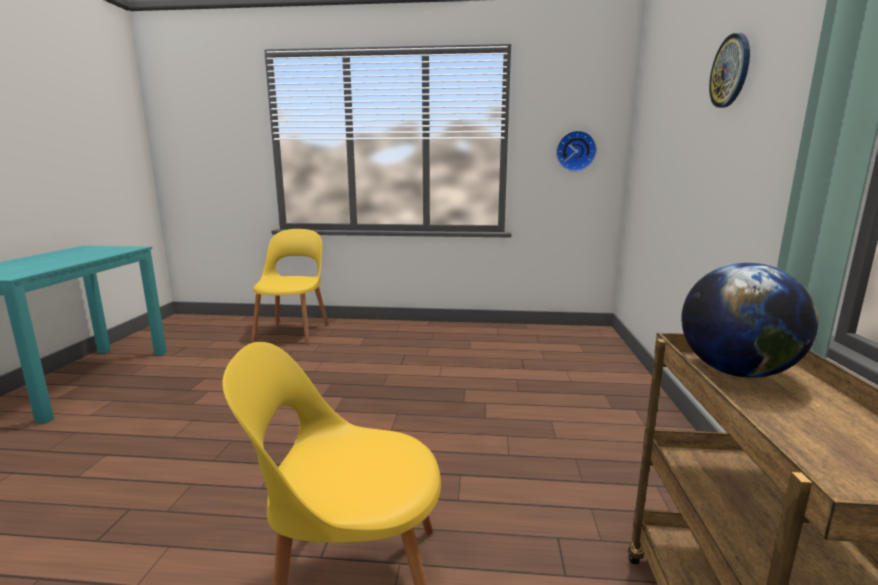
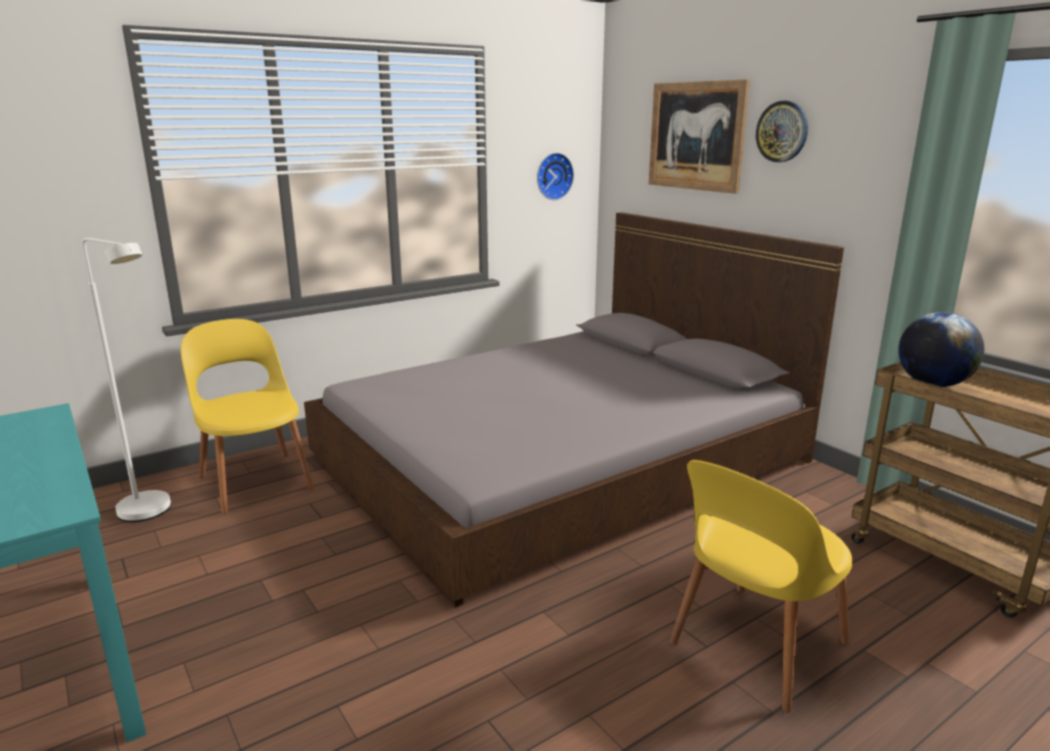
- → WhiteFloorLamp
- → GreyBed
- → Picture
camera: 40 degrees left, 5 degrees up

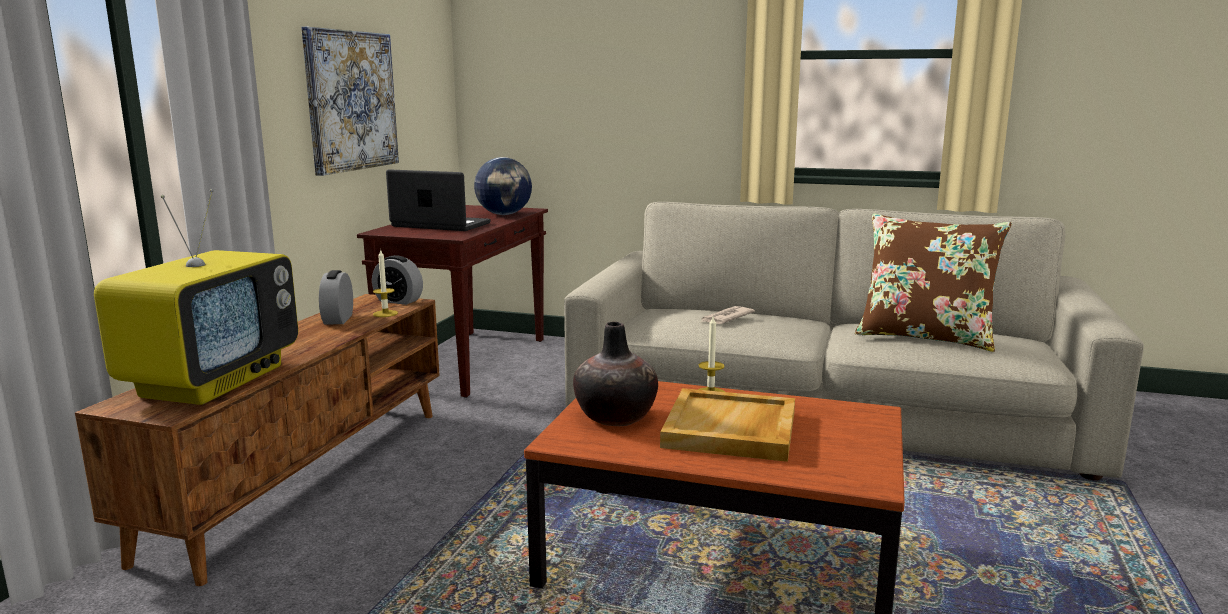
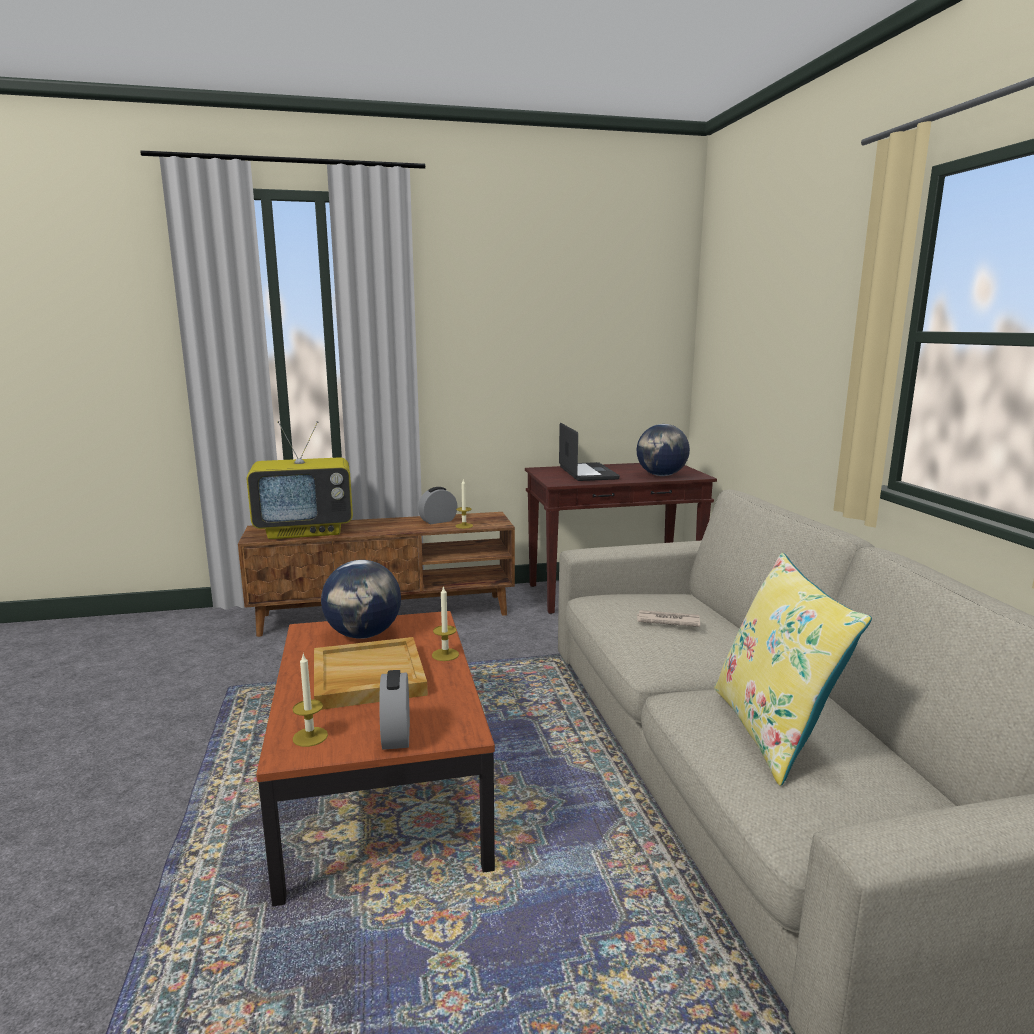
Picture → -
AlarmClock (no. 2 from left in the first image) → AlarmClock (no. 1 from left), relocated
Vase → Globe (no. 1 from left)
BrownPillow → YellowPillow
- → Candle (no. 1 from left)
camera: 60 degrees right, 0 degrees up

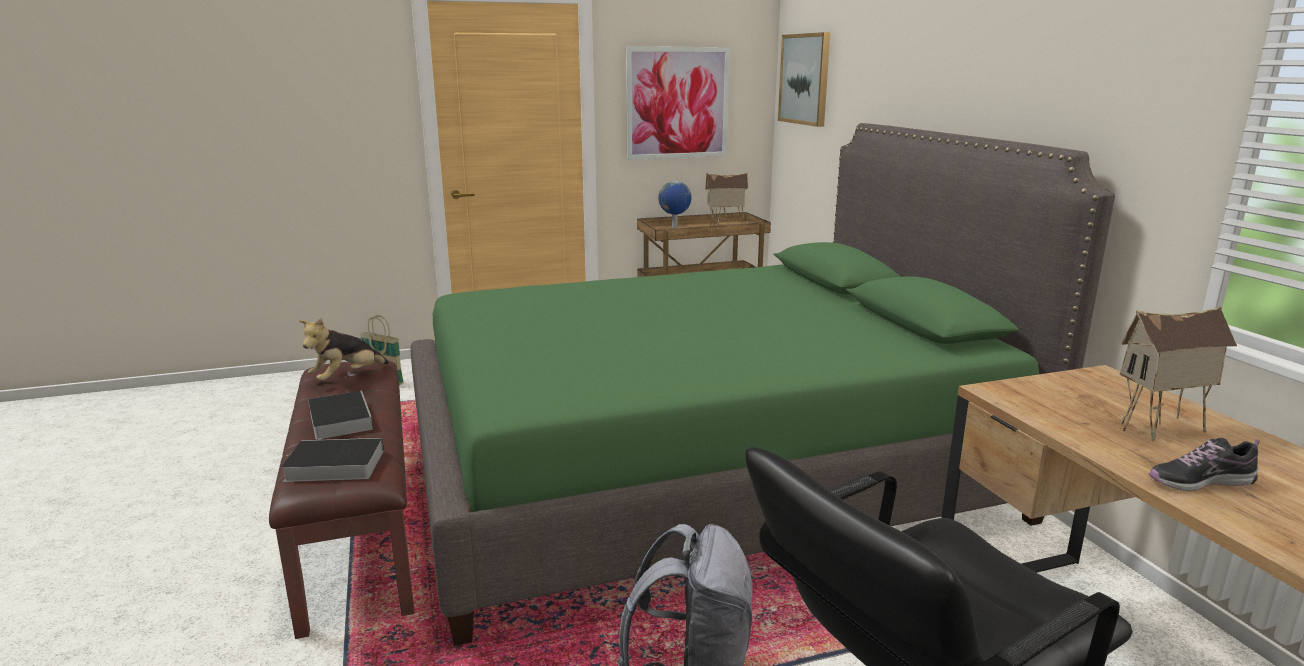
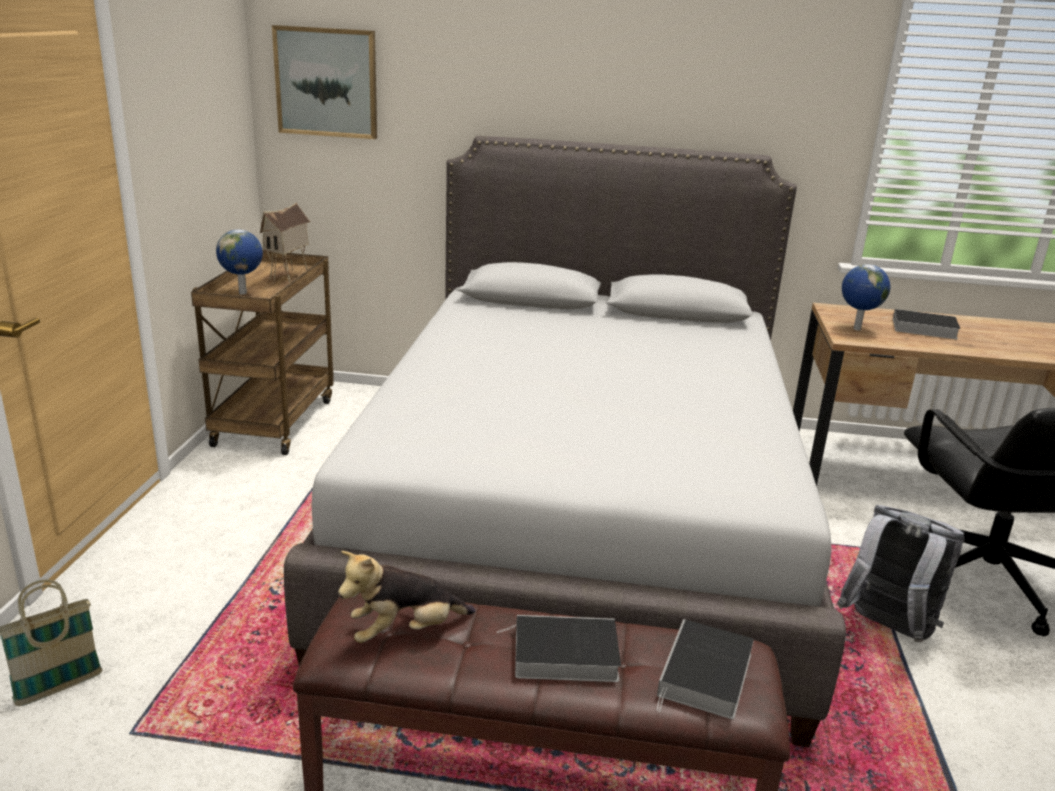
PlushToy, 90 degrees clockwise
GreenBed → GreyBed
Picture (no. 1 from left) → -
ToyHouse (no. 2 from left) → Book (no. 3 from left)
Shoe → -
- → Globe (no. 2 from left)
camera: 65 degrees left, 5 degrees up

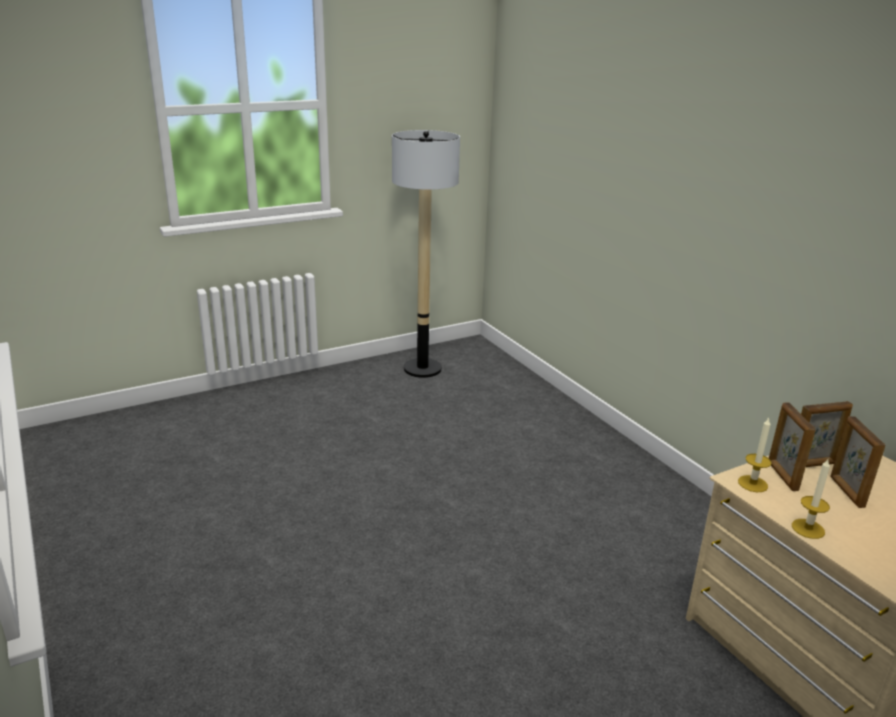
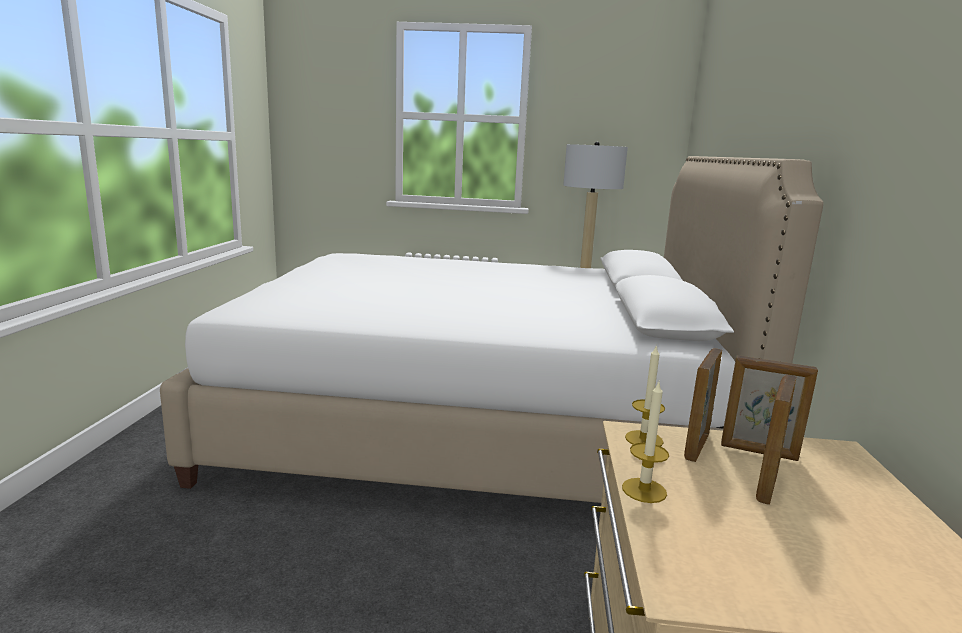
- → WhiteBed
camera: 35 degrees right, 10 degrees down

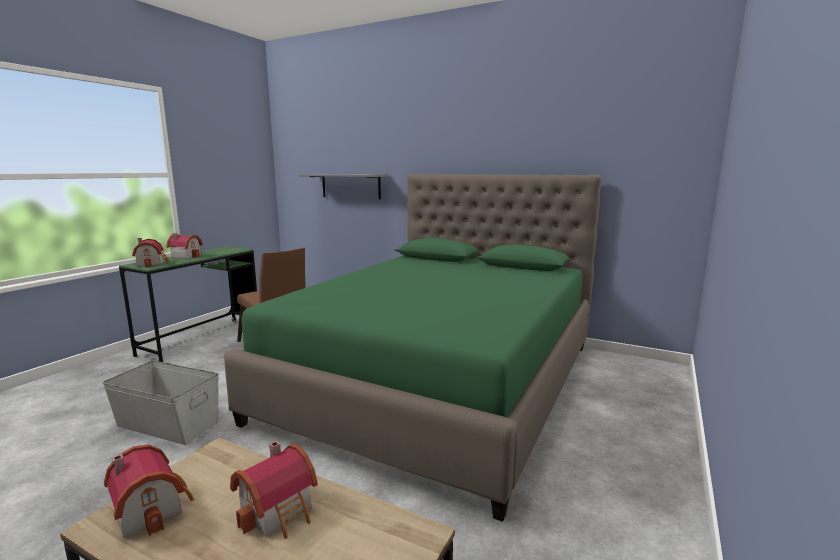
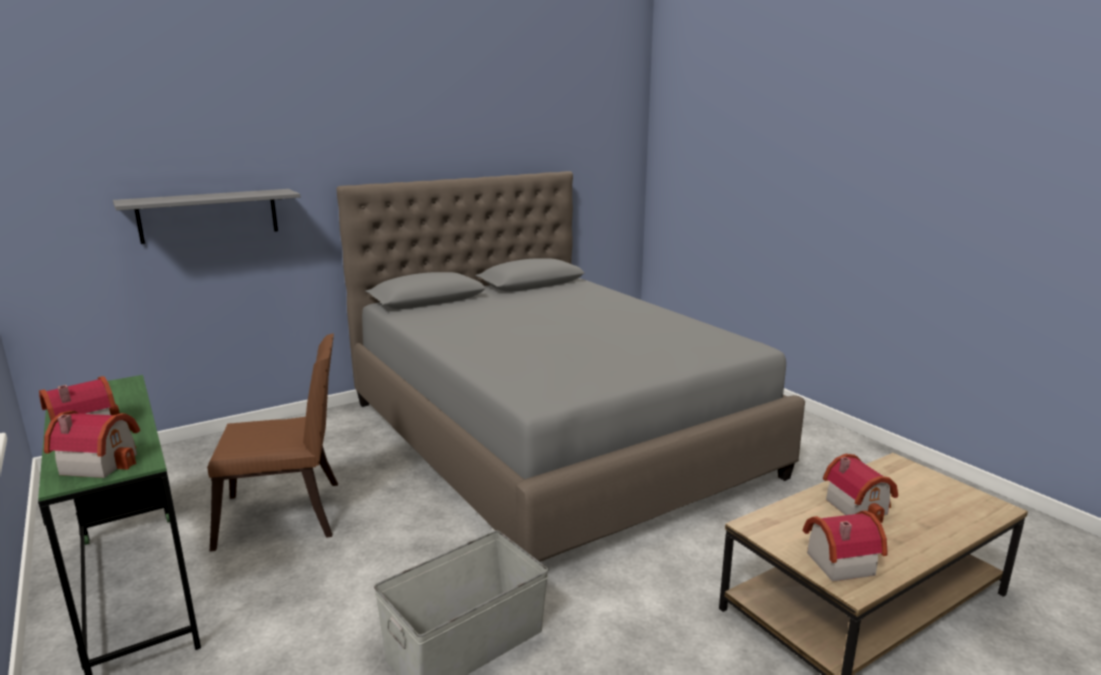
GreenBed → GreyBed
camera: 60 degrees left, 5 degrees up

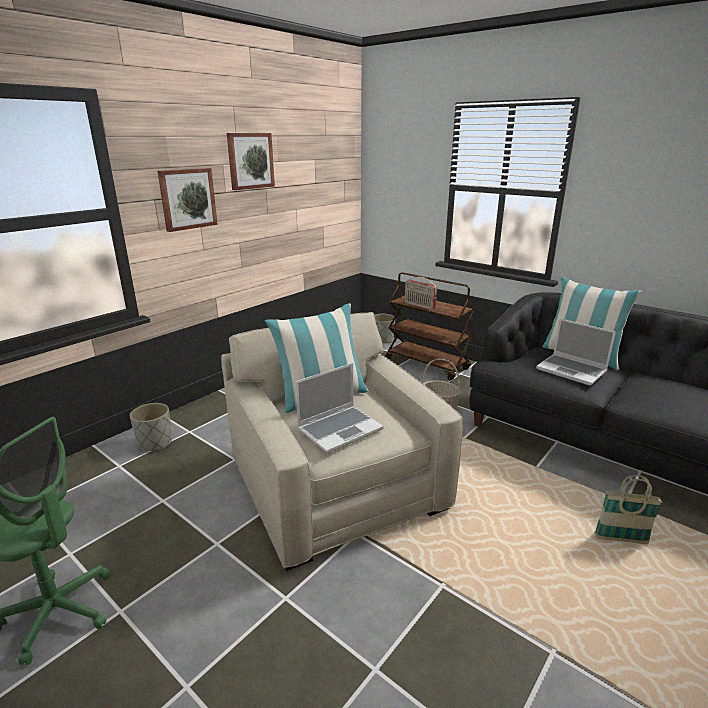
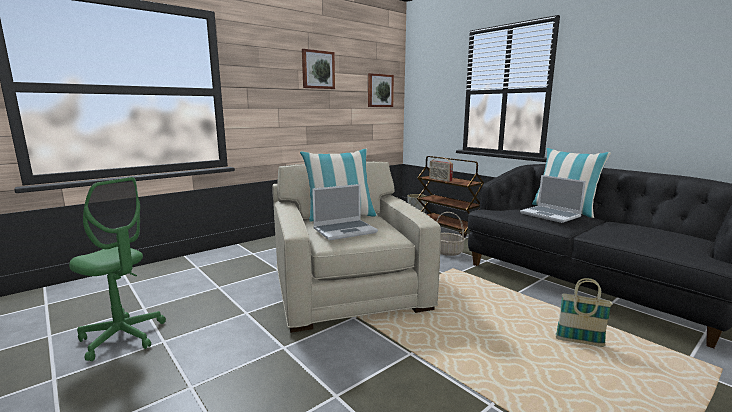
GreyPlanter (no. 1 from left) → -
Picture (no. 1 from left in the first image) → Picture (no. 2 from left), relocated
camera: 10 degrees right, 10 degrees down

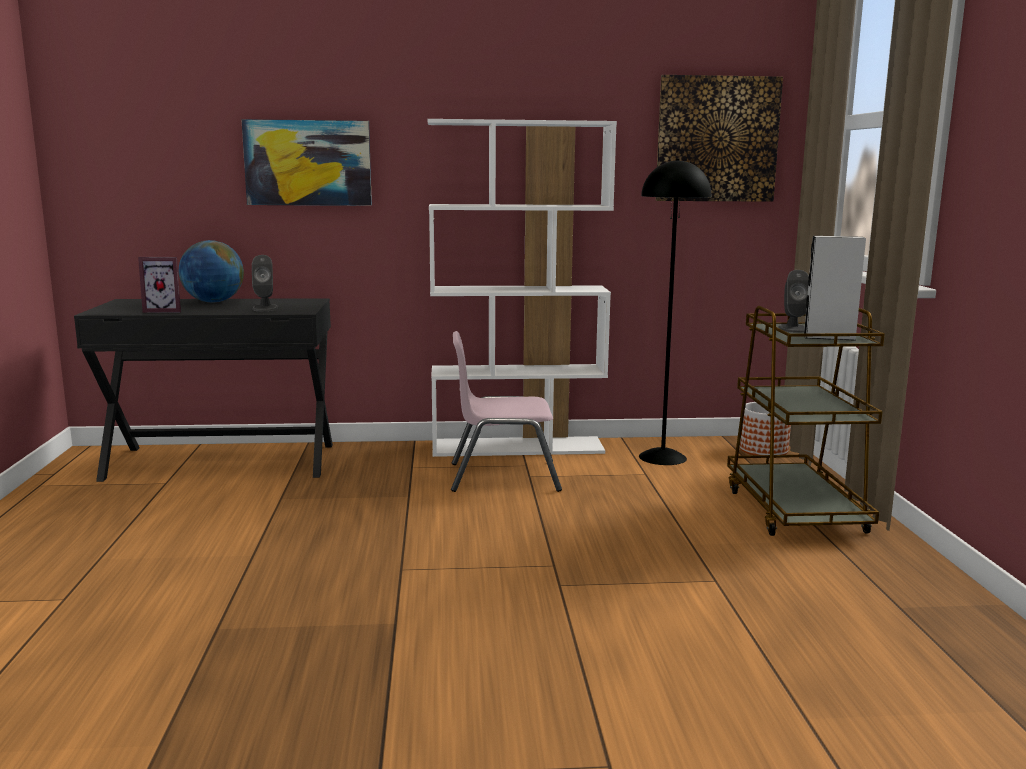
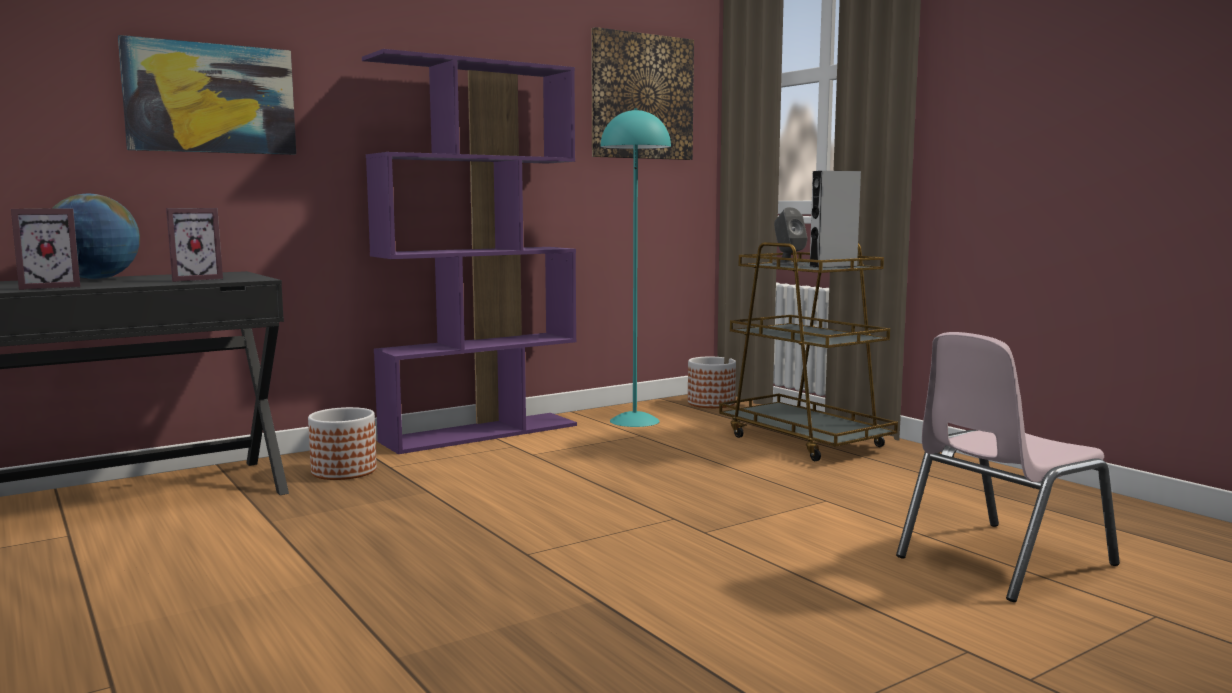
GreySpeaker (no. 1 from left) → PictureFrame (no. 2 from left)
WhiteBookcase → PurpleBookcase
PinkChair, relocated
BlackFloorLamp → TurquoiseFloorLamp
- → Planter (no. 1 from left)
camera: 30 degrees left, 5 degrees down

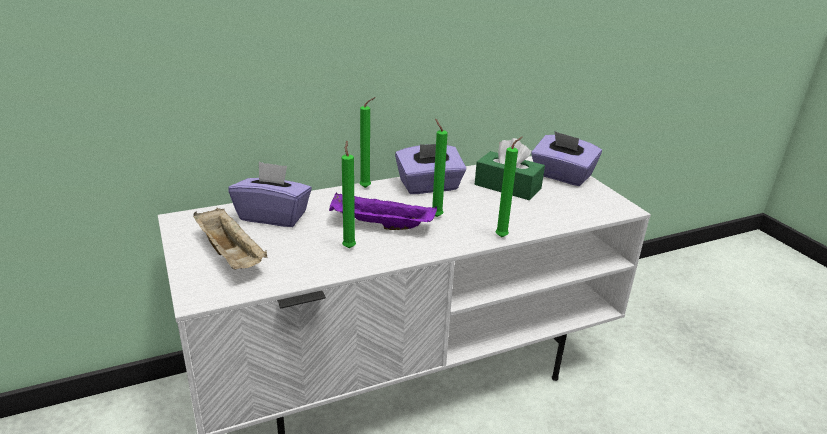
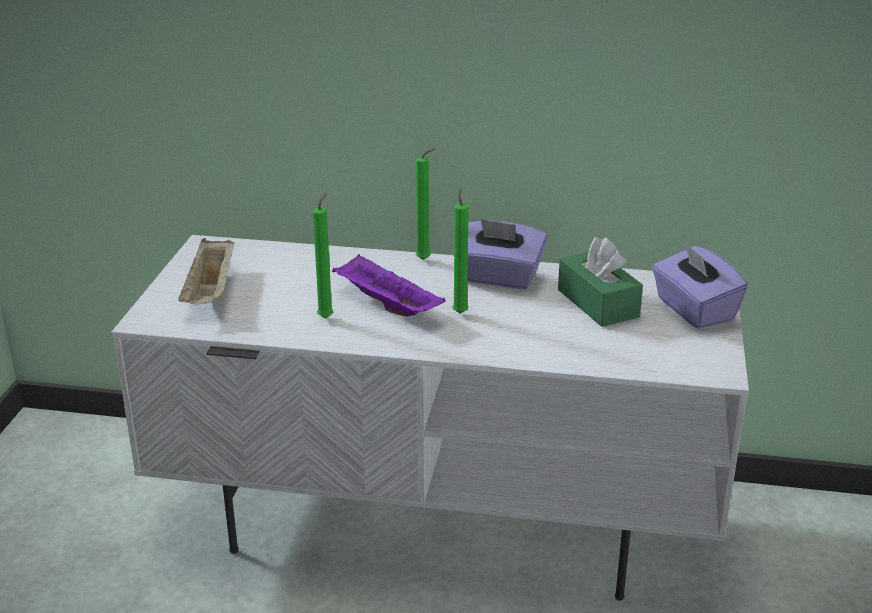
PurpleTissueBox (no. 1 from left) → -
GreenCandle (no. 4 from left) → -
camera: 35 degrees right, 0 degrees up

